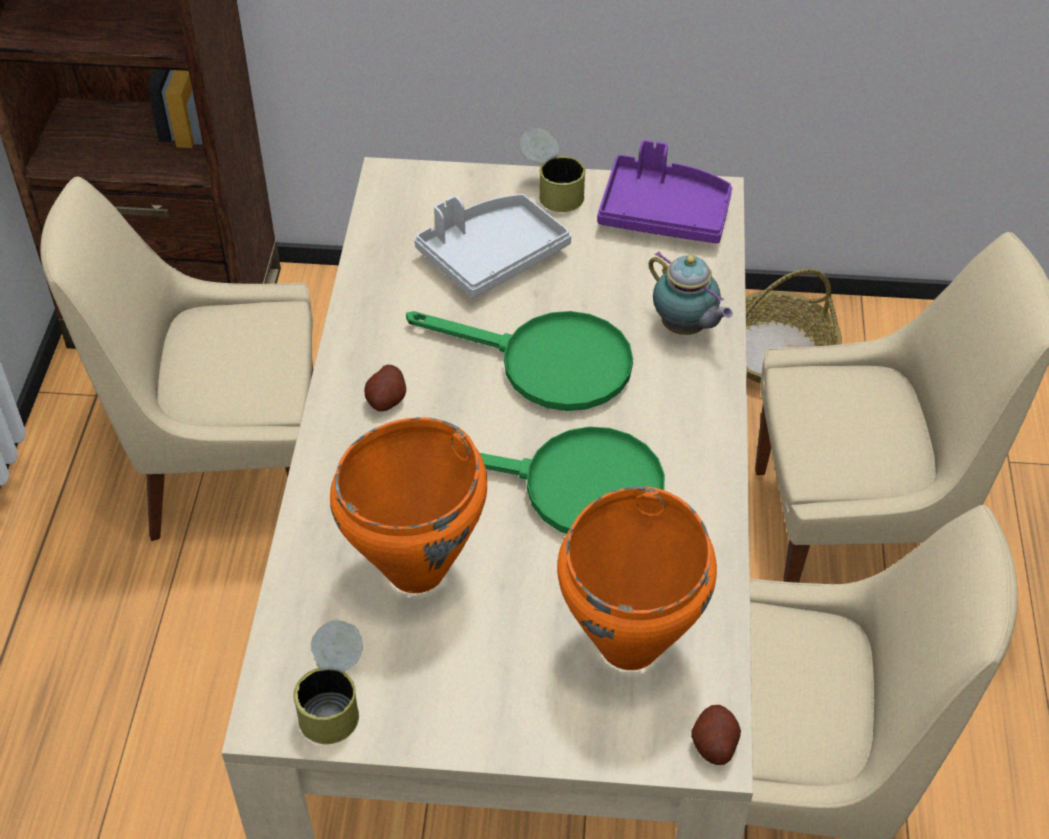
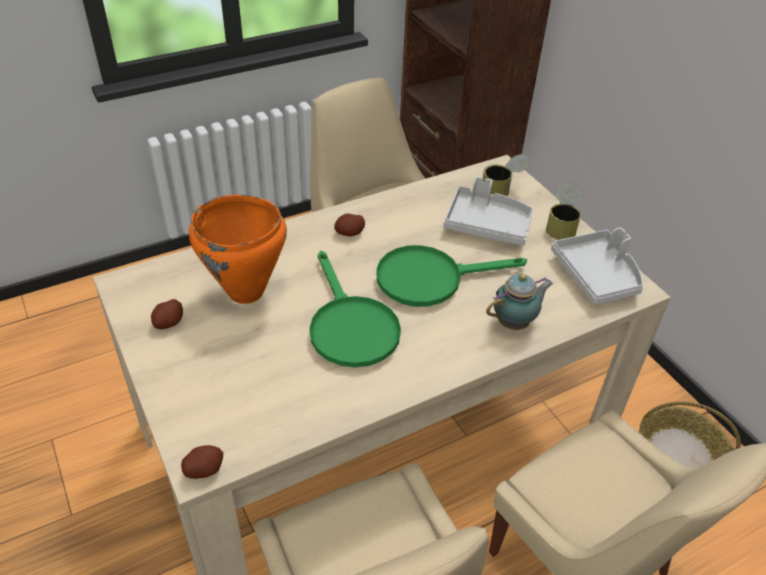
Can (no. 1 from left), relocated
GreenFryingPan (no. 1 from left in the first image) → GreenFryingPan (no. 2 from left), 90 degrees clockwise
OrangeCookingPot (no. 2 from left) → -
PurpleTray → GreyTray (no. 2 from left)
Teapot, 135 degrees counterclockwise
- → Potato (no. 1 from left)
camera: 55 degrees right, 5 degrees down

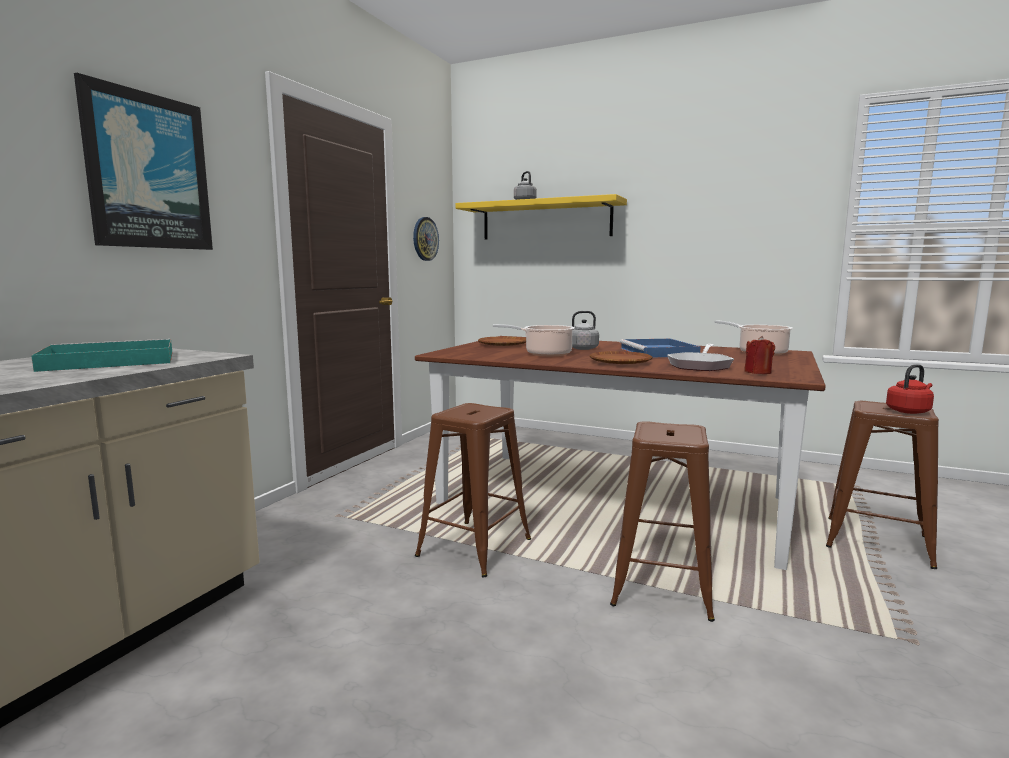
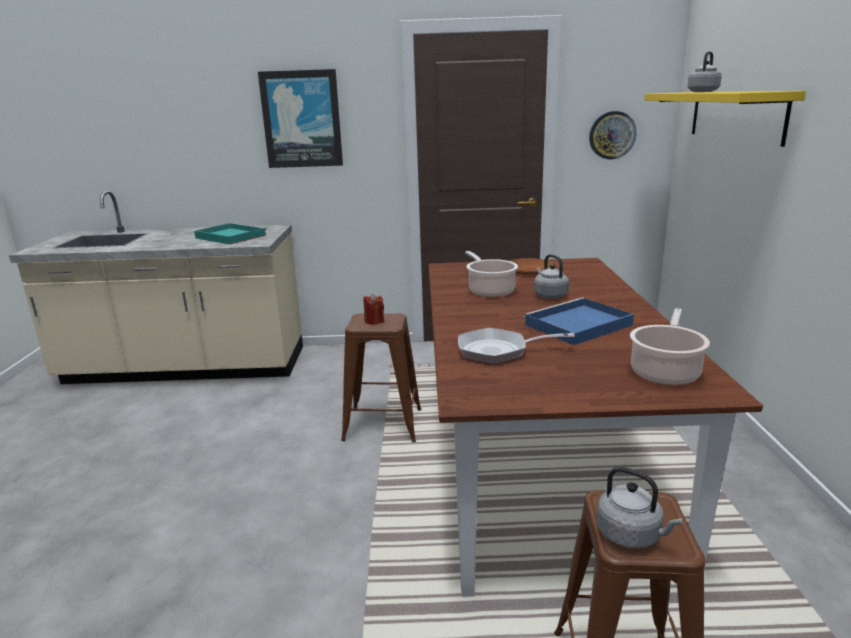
BrownPlate (no. 2 from left) → -
BrownStool (no. 2 from left) → -
RedCandle, relocated
RedKettle → GreyKettle (no. 2 from left)
camera: 65 degrees right, 10 degrees up

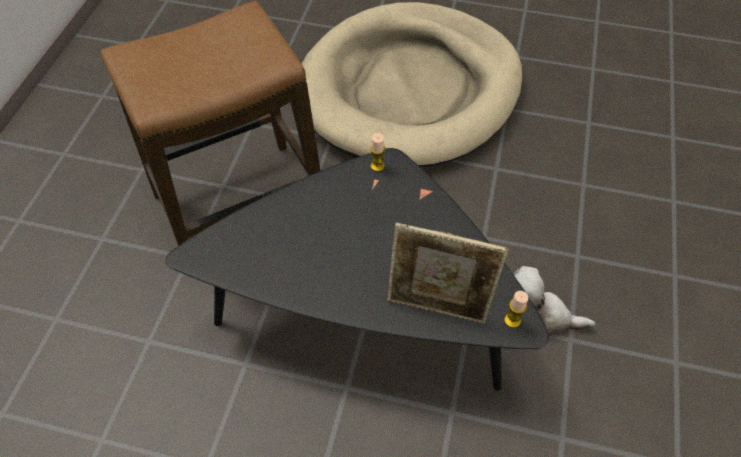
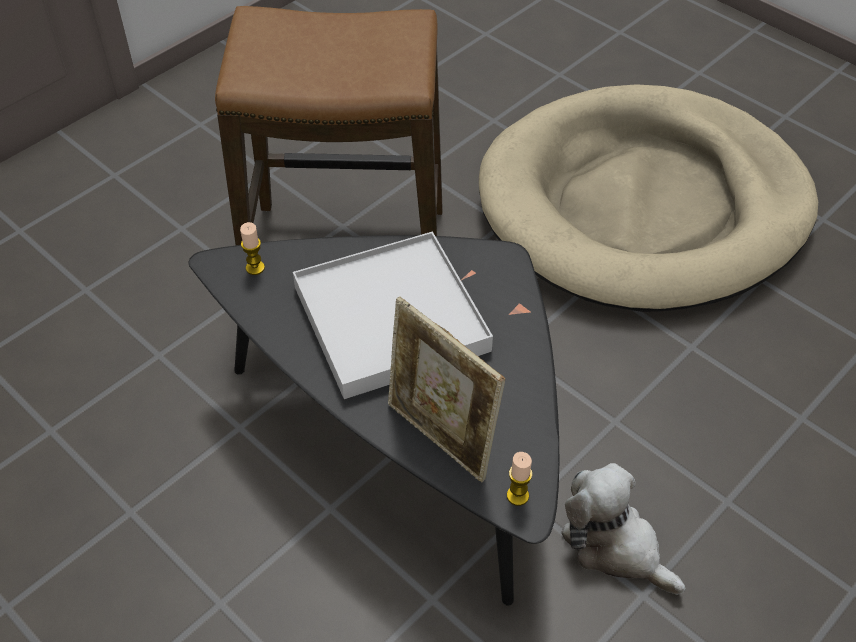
Candle (no. 1 from left), relocated
- → WhiteTray
camera: 30 degrees right, 5 degrees down

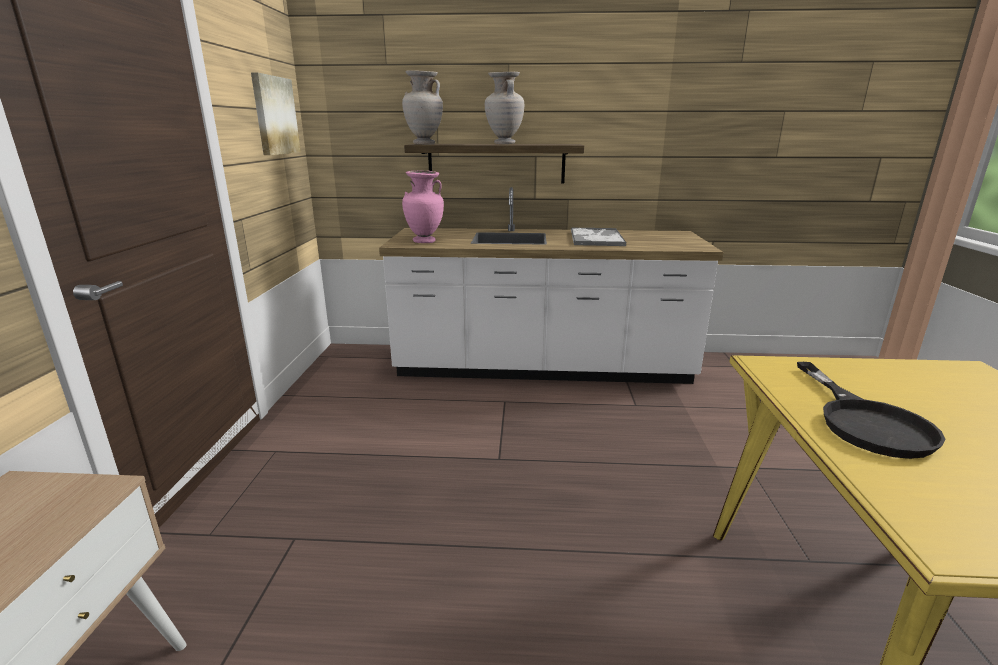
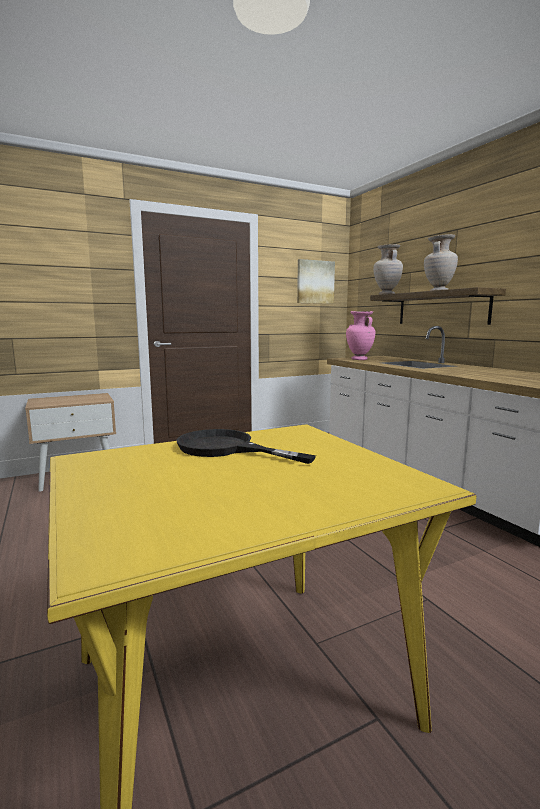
Tray → -
BlackFryingPan, 60 degrees clockwise
camera: 60 degrees right, 10 degrees down

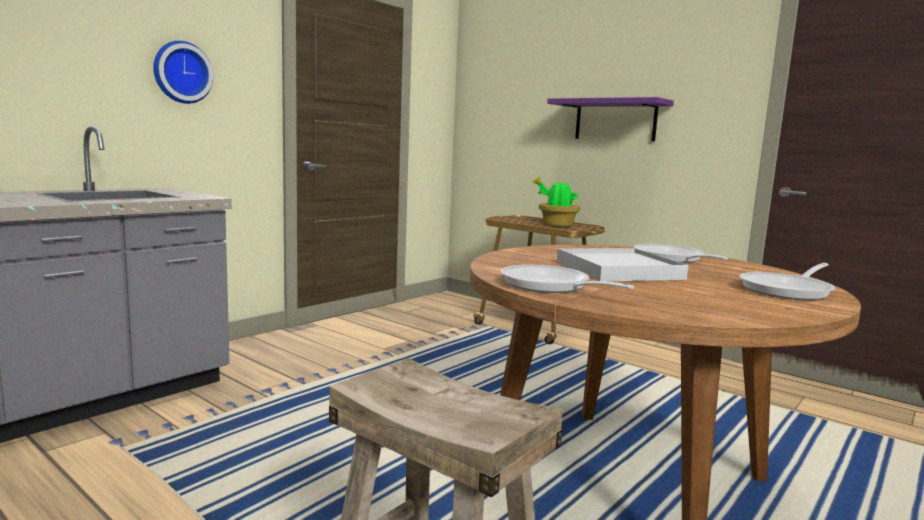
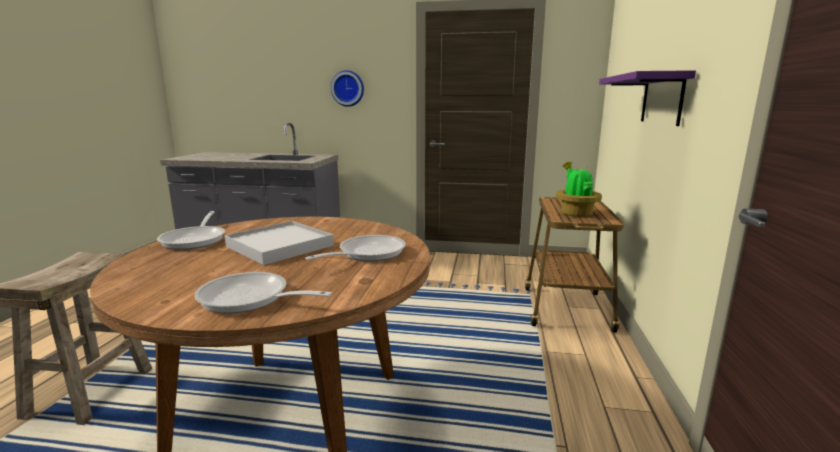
FryingPan (no. 1 from left), 150 degrees clockwise
camera: 60 degrees right, 5 degrees up

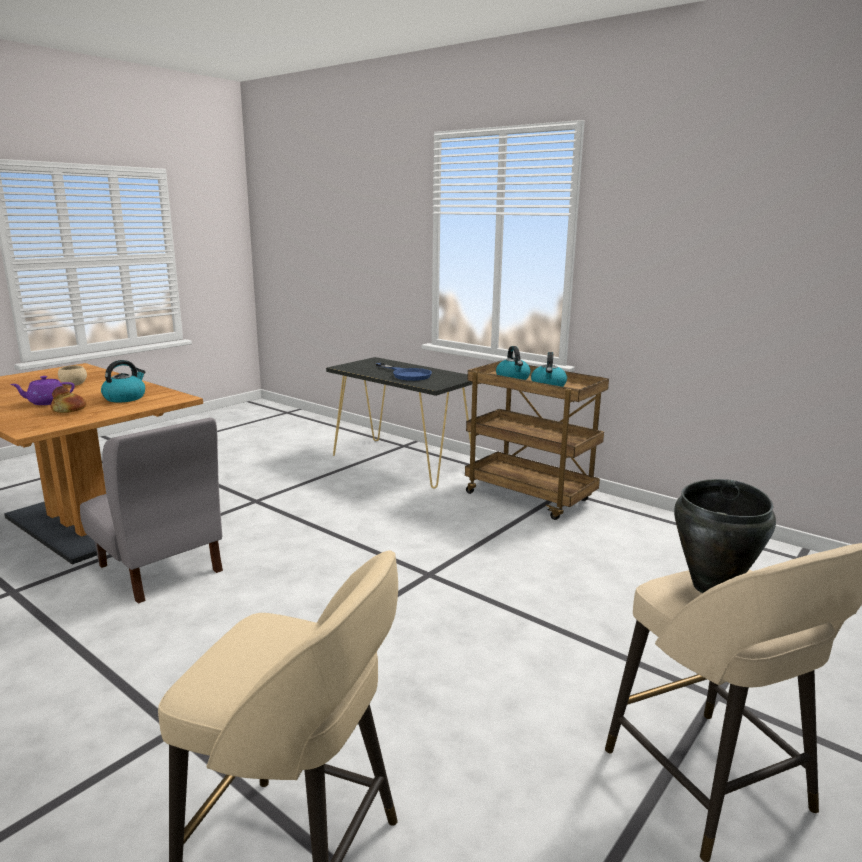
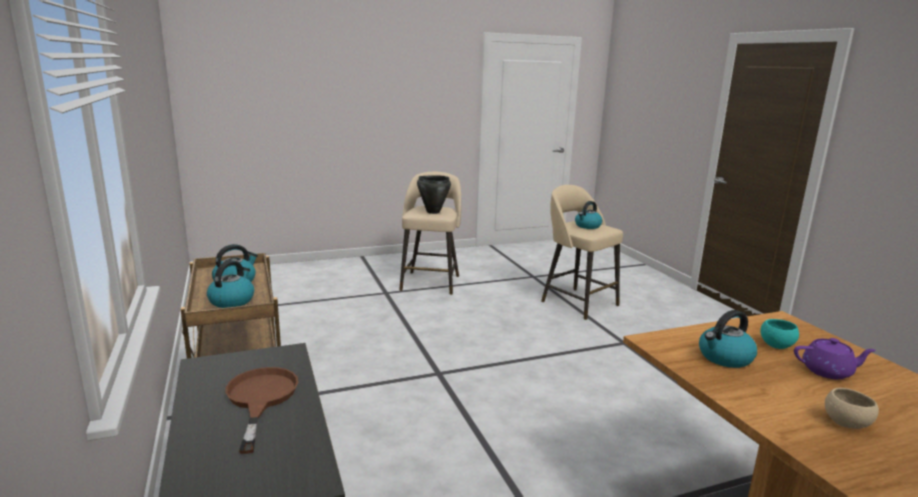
Bread → TurquoiseBowl
GreyChair → -
BlueFryingPan → BrownFryingPan
- → Kettle (no. 3 from left)
camera: 150 degrees left, 0 degrees up

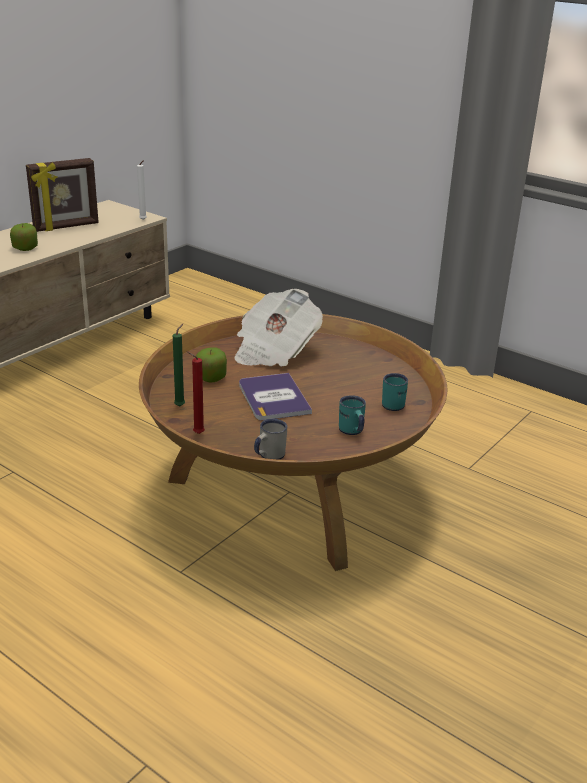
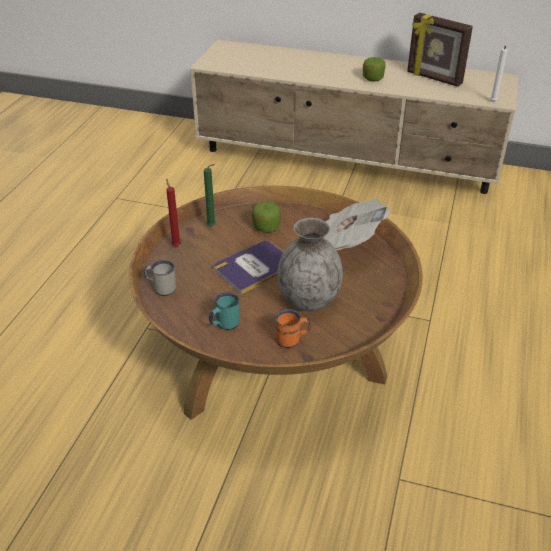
TurquoiseMug (no. 2 from left) → OrangeMug
- → GreyVase
camera: 70 degrees right, 10 degrees up

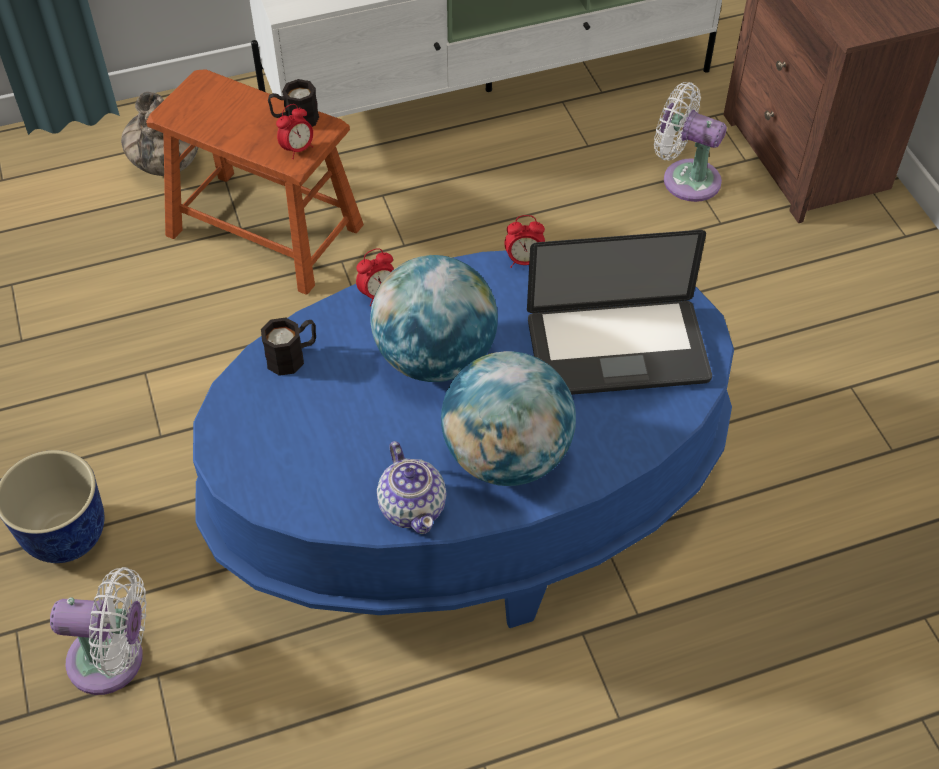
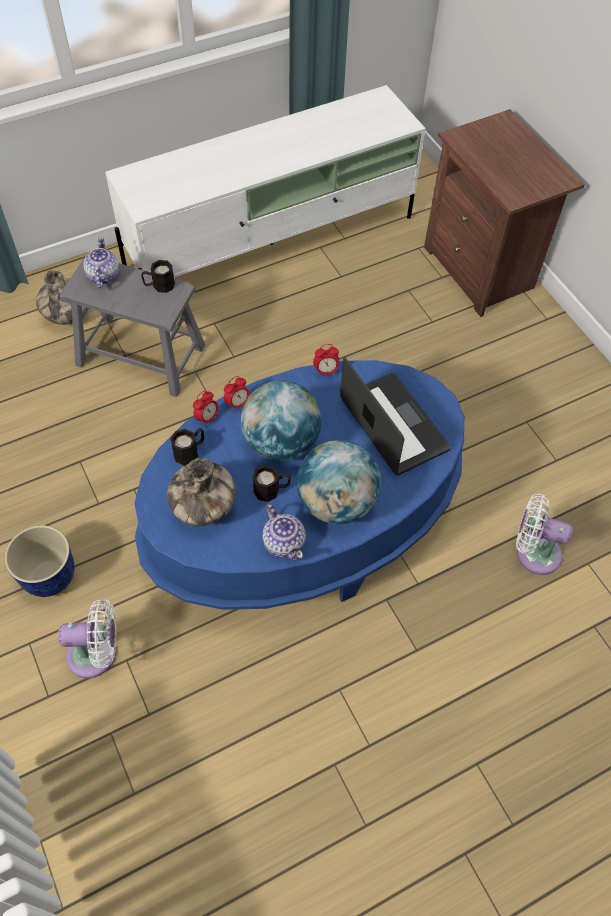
BrownStool → GreyStool
AlarmClock (no. 1 from left), relocated
Laptop, 105 degrees counterclockwise
WhiteFan (no. 2 from left), relocated
- → Teapot (no. 1 from left)
- → Vase (no. 2 from left)
- → BlackMug (no. 3 from left)
camera: 10 degrees left, 5 degrees up

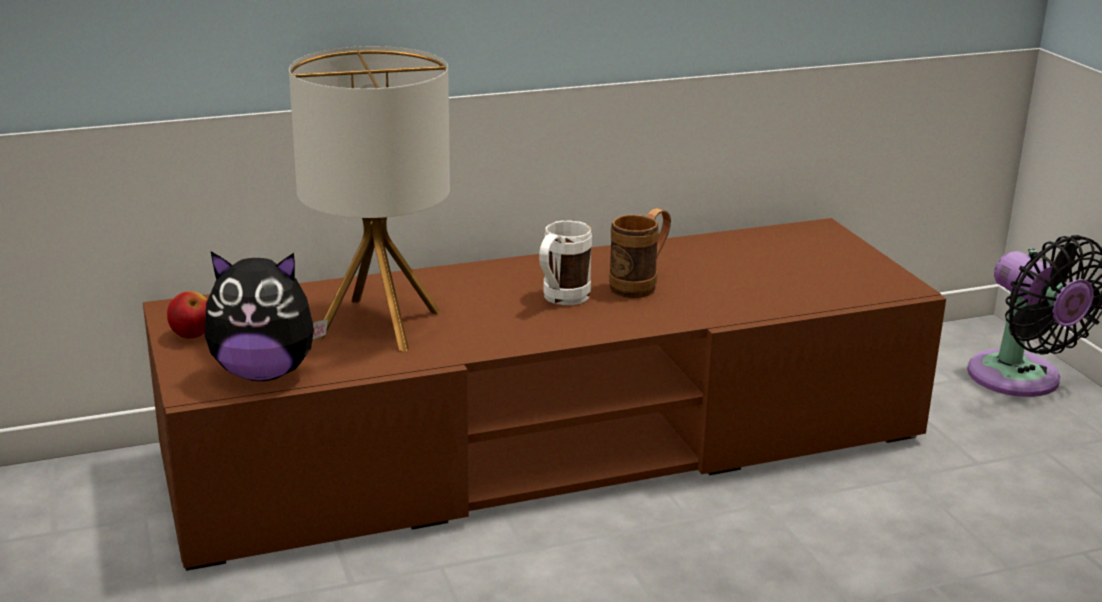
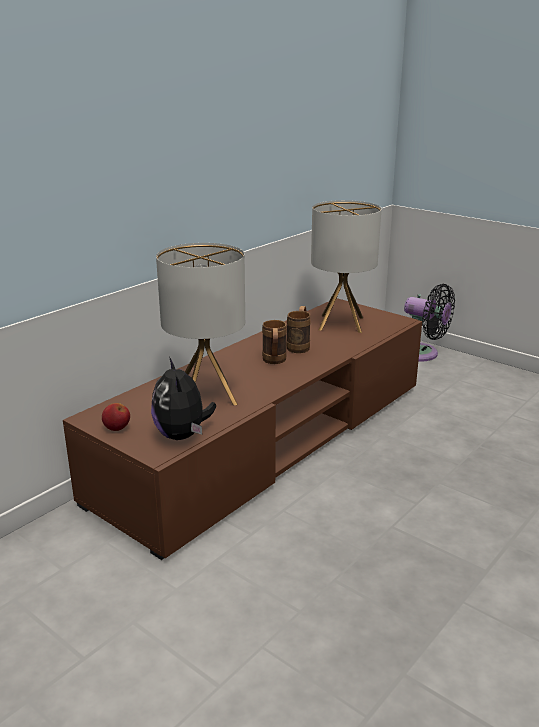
PlushToy, 105 degrees clockwise
WhiteMug → BrownMug (no. 1 from left)
- → TableLamp (no. 2 from left)
camera: 30 degrees left, 0 degrees up

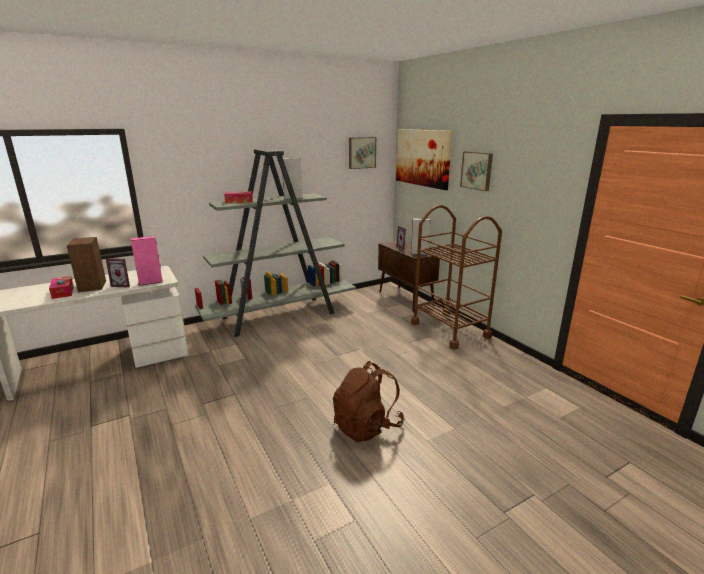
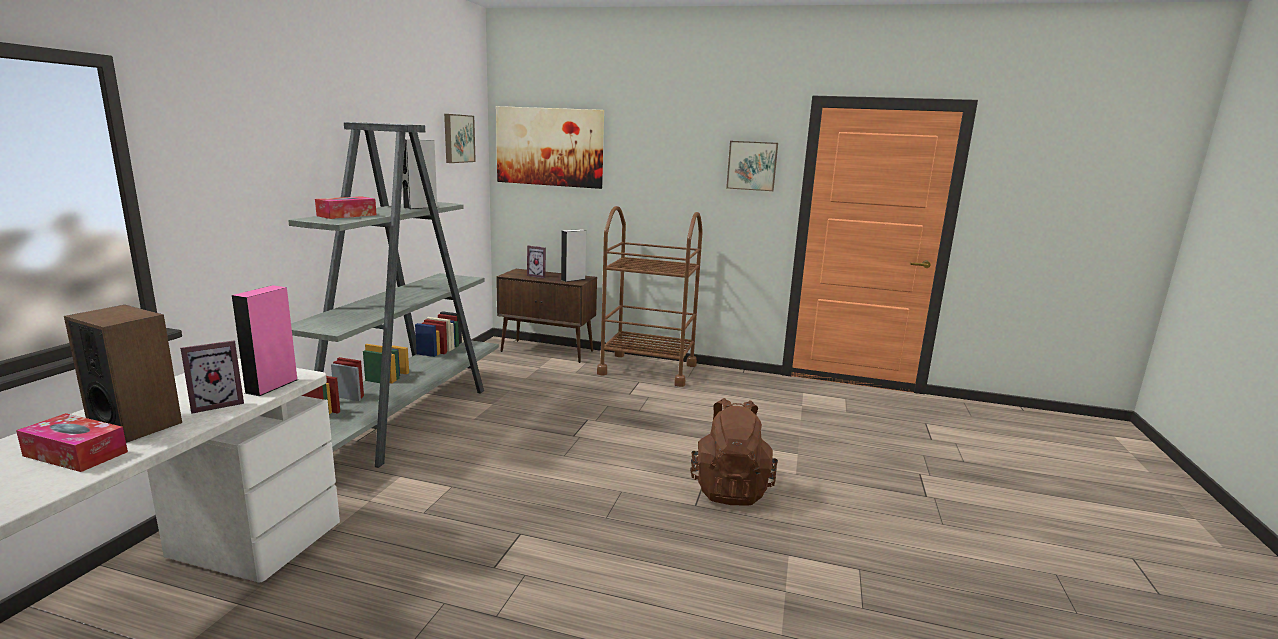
Picture (no. 3 from left), relocated
camera: 45 degrees left, 5 degrees down

